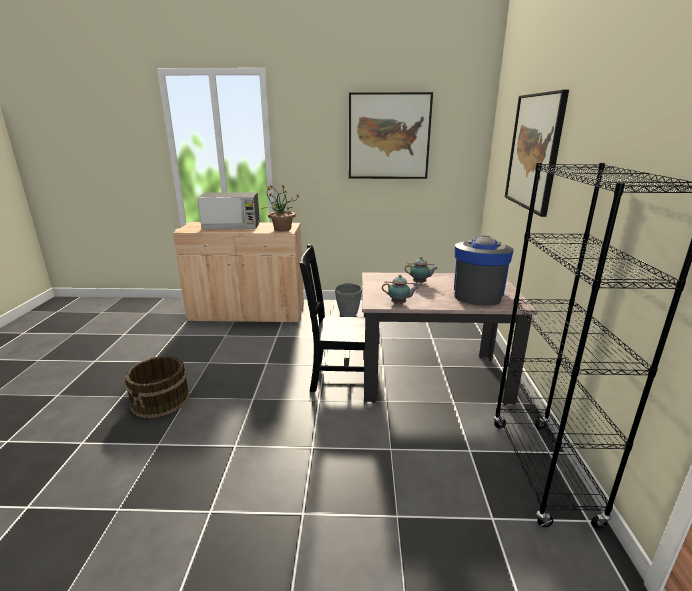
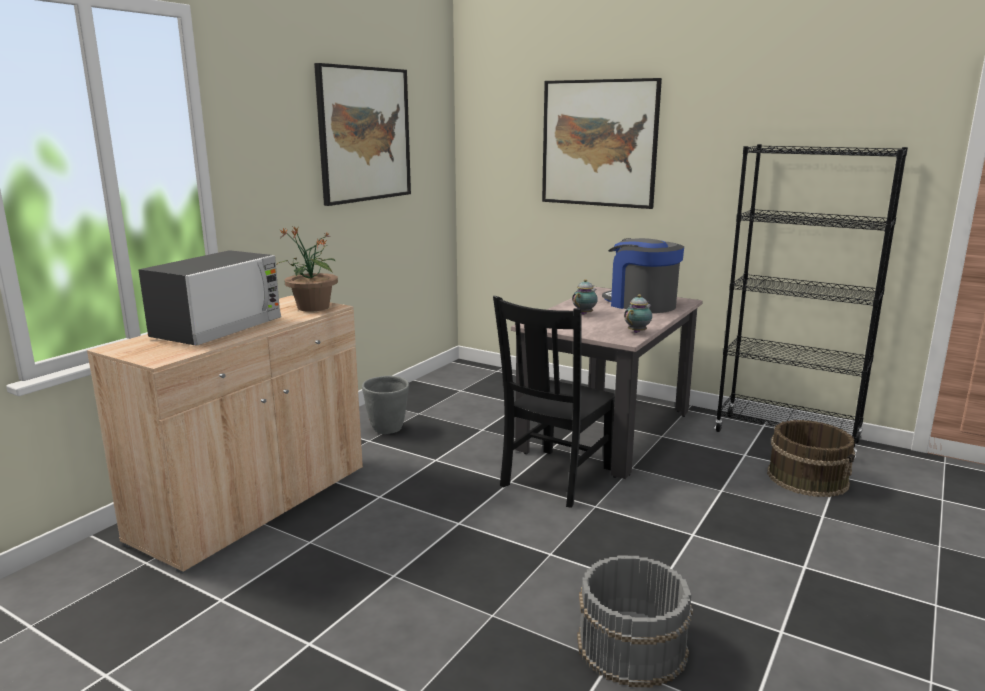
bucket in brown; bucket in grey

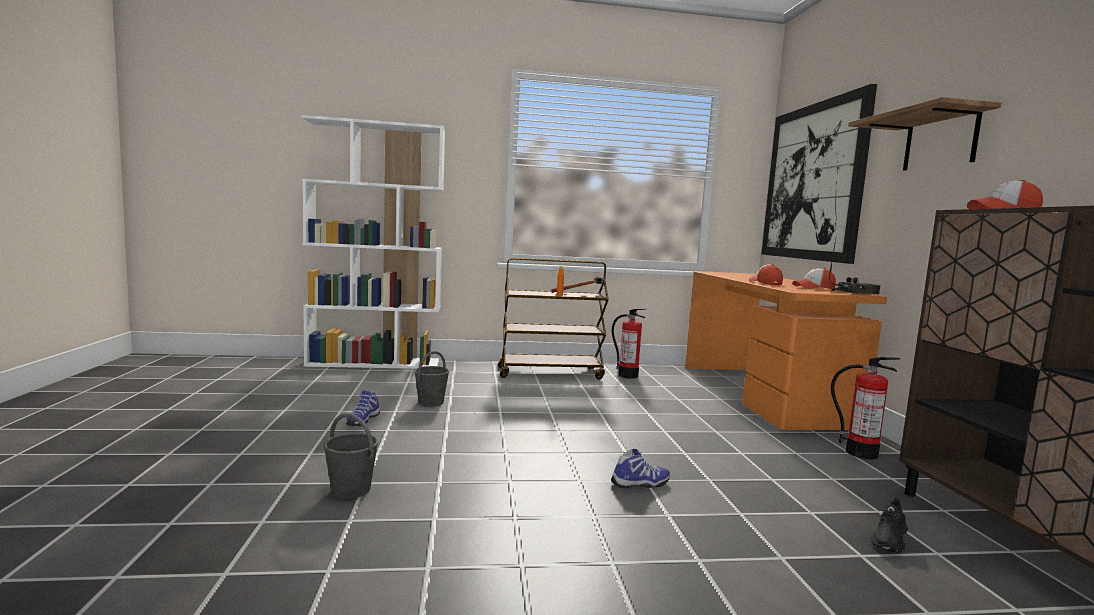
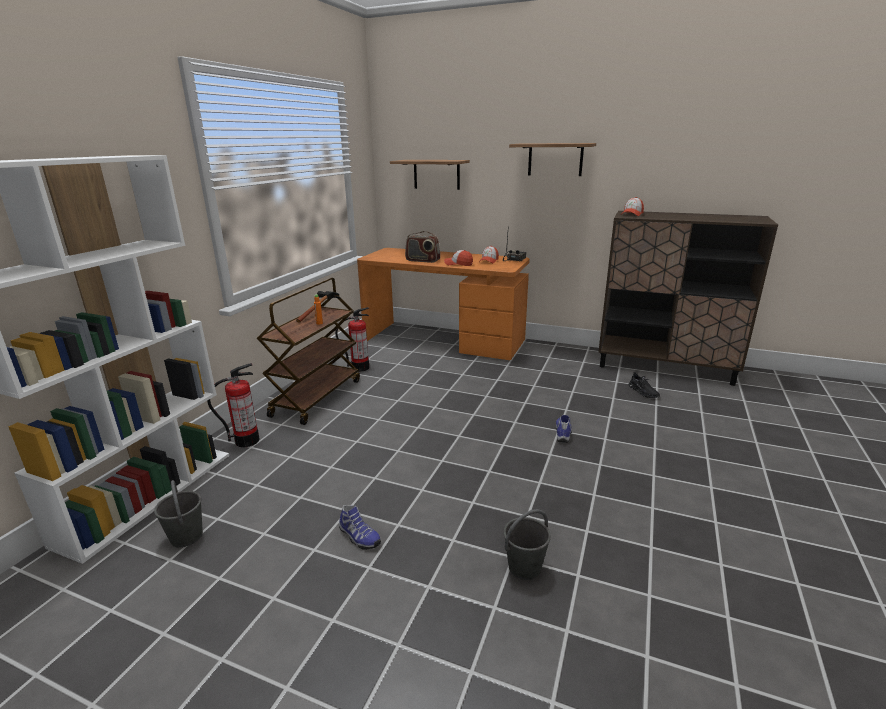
bucket in grey (1st from left); shelf (1st from left); fire extinguisher (1st from left); radio (1st from left)

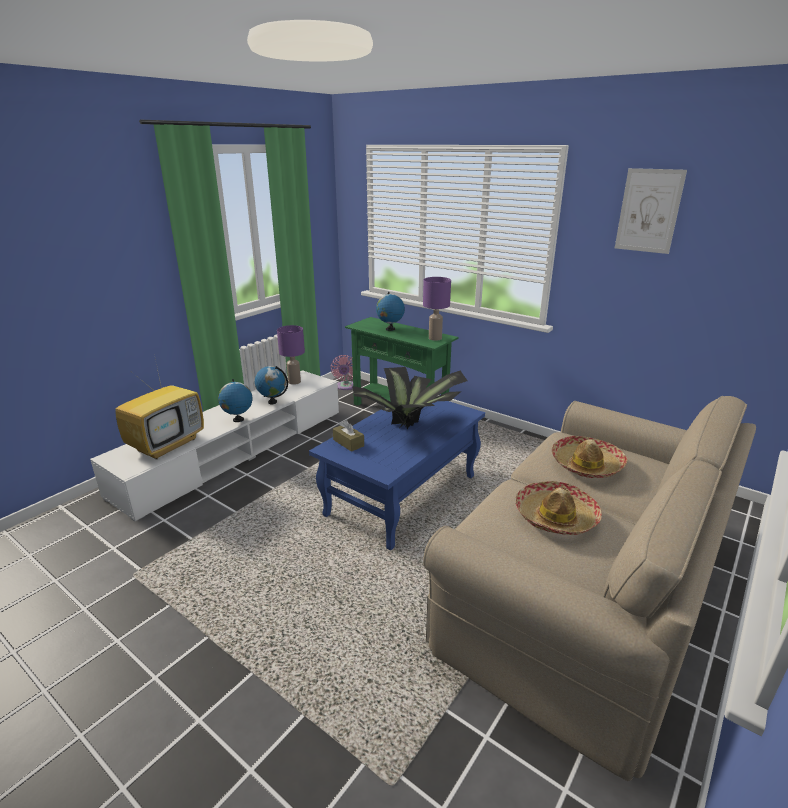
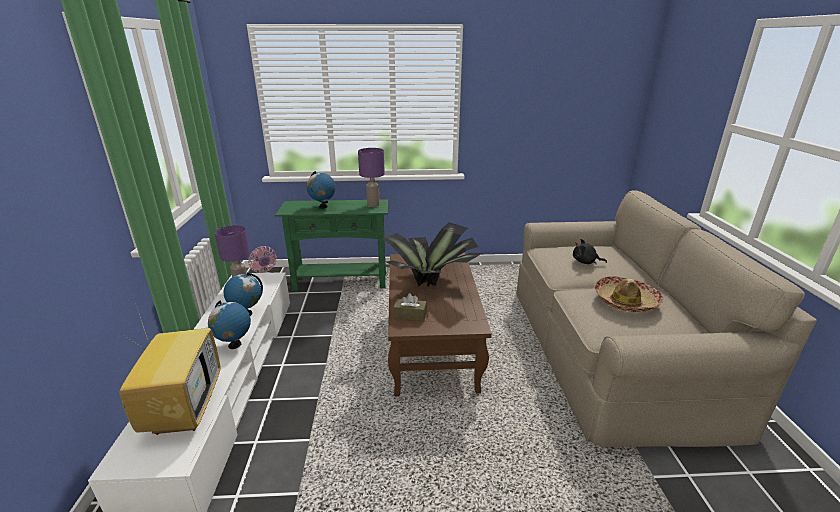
coffee table in brown; plush toy in black; picture

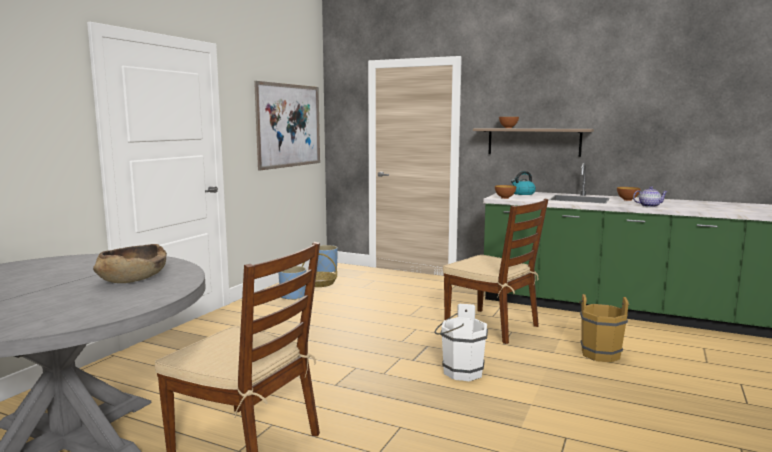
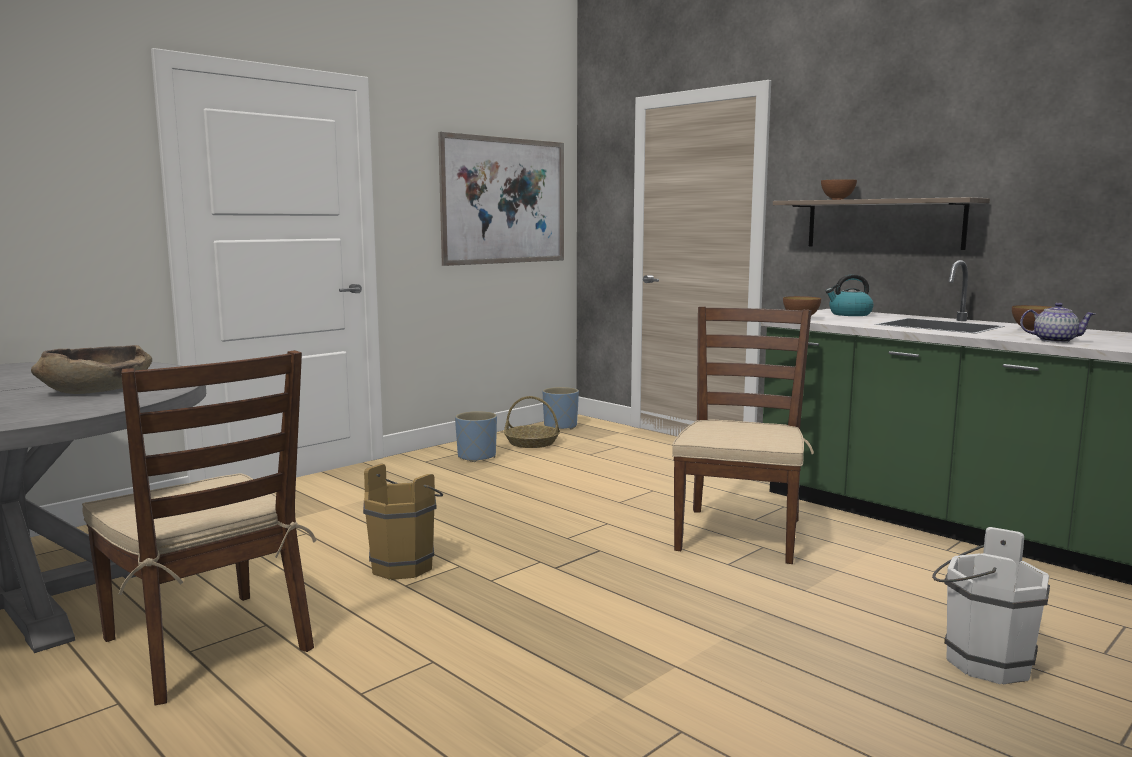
bucket in white; chair in brown (2nd from left); bucket in brown

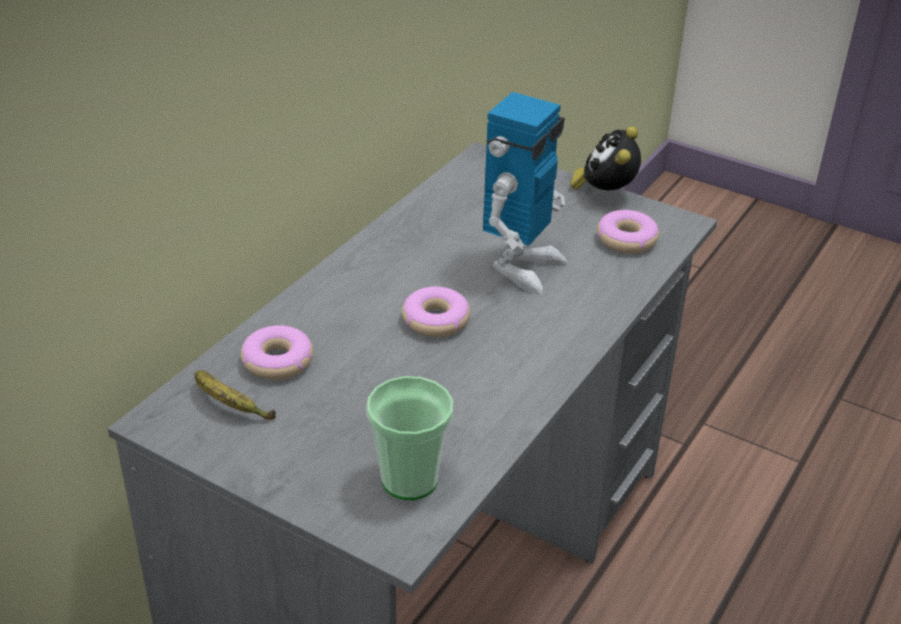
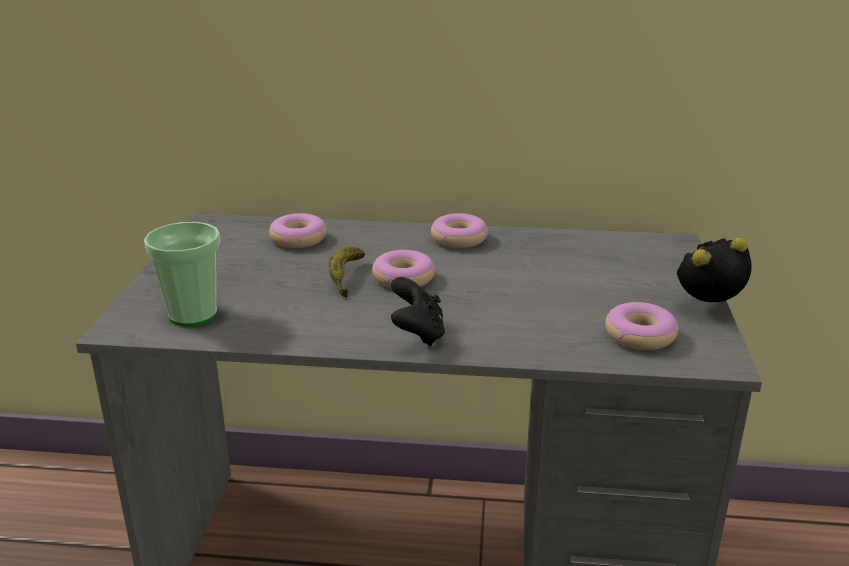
banana; toy robot; game controller in black; donut (3rd from left)

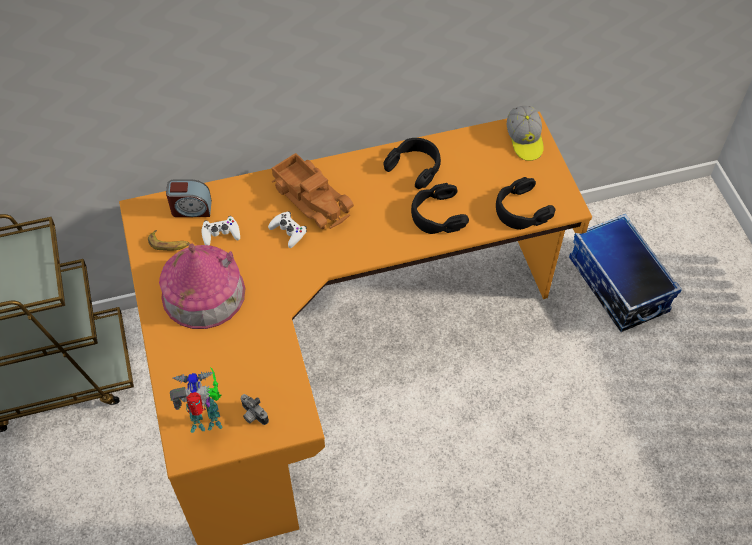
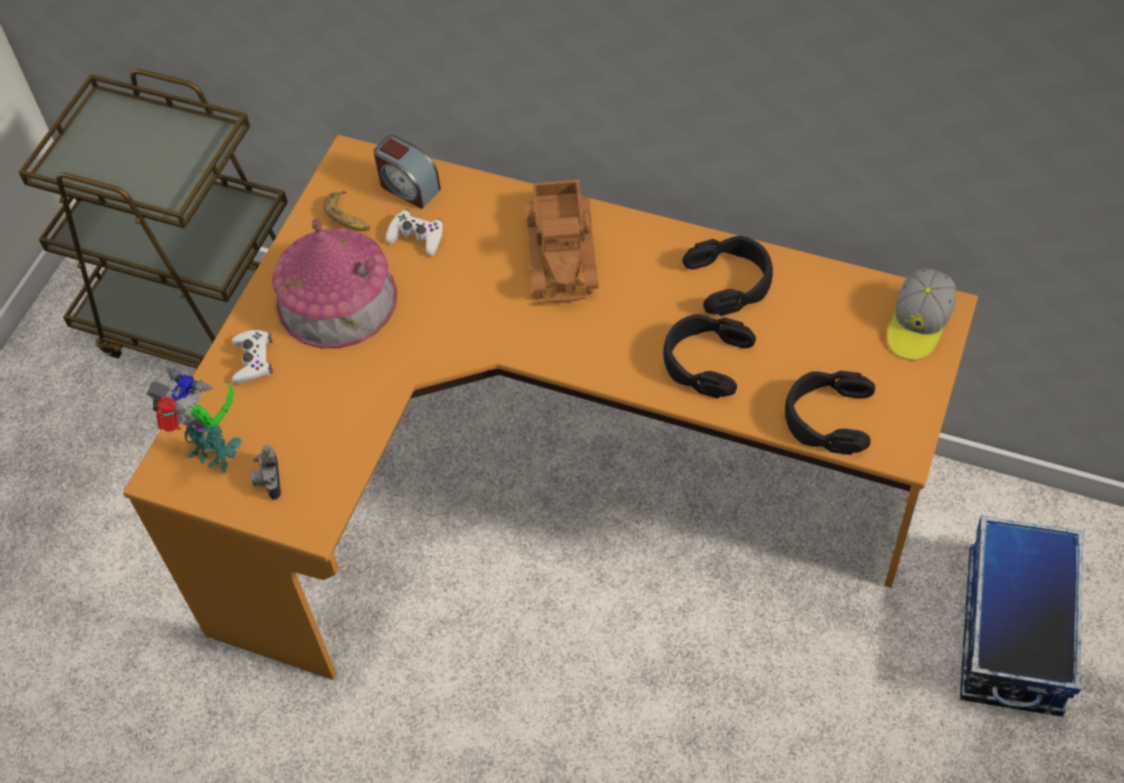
game controller in white (1st from left)

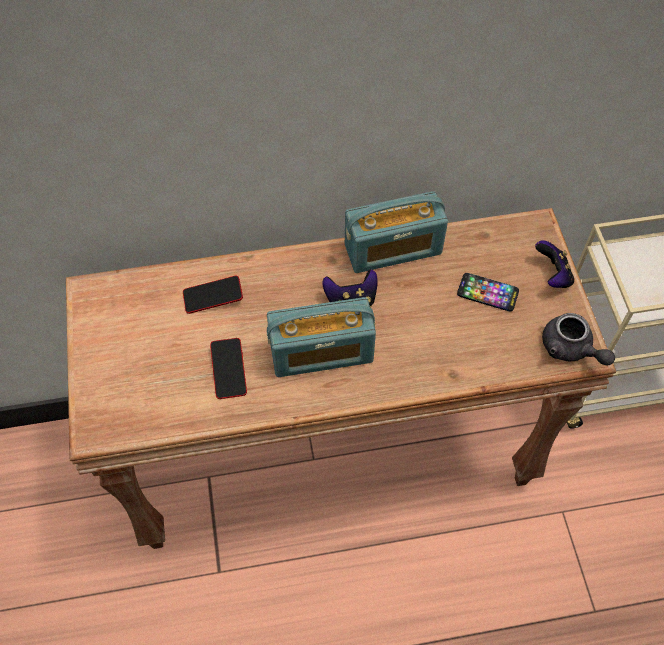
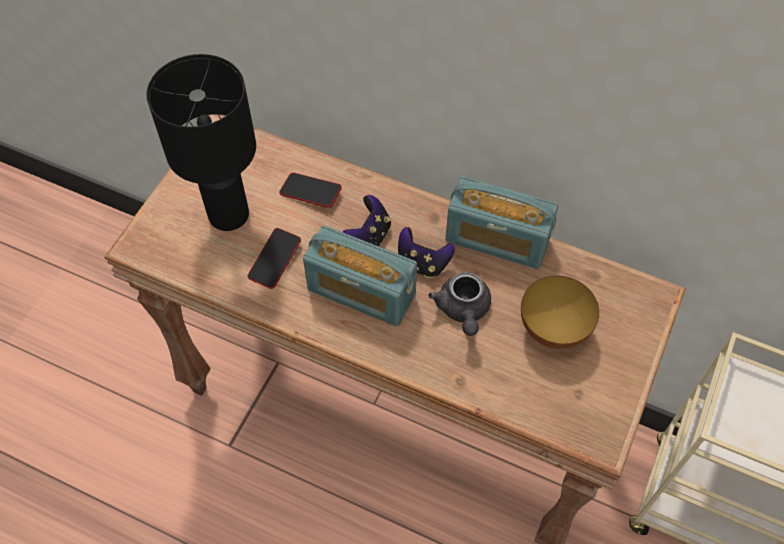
bowl; game controller (1st from left); teapot in grey; table lamp in black

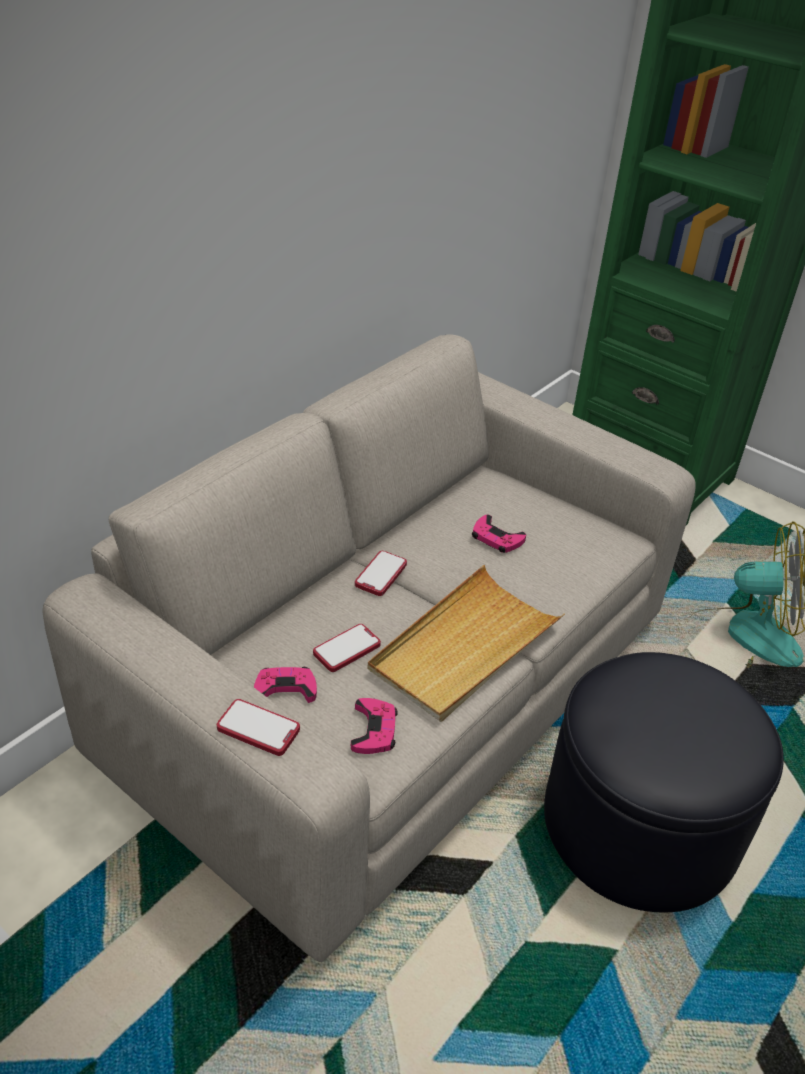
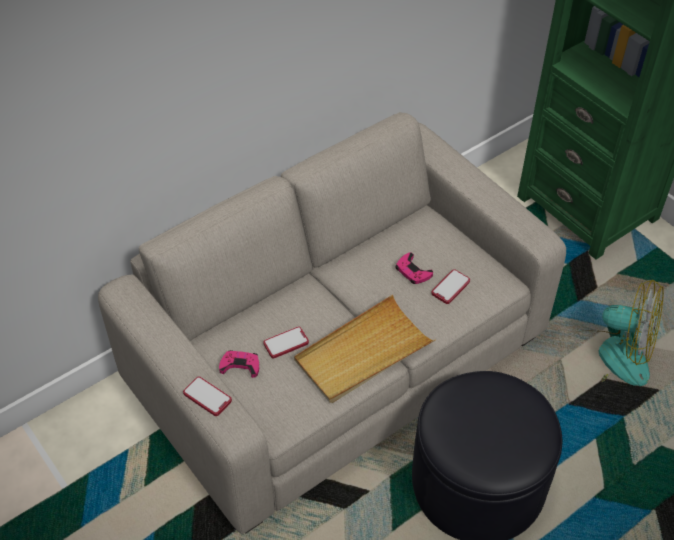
game controller in pink (2nd from left in the first image); phone (3rd from left)

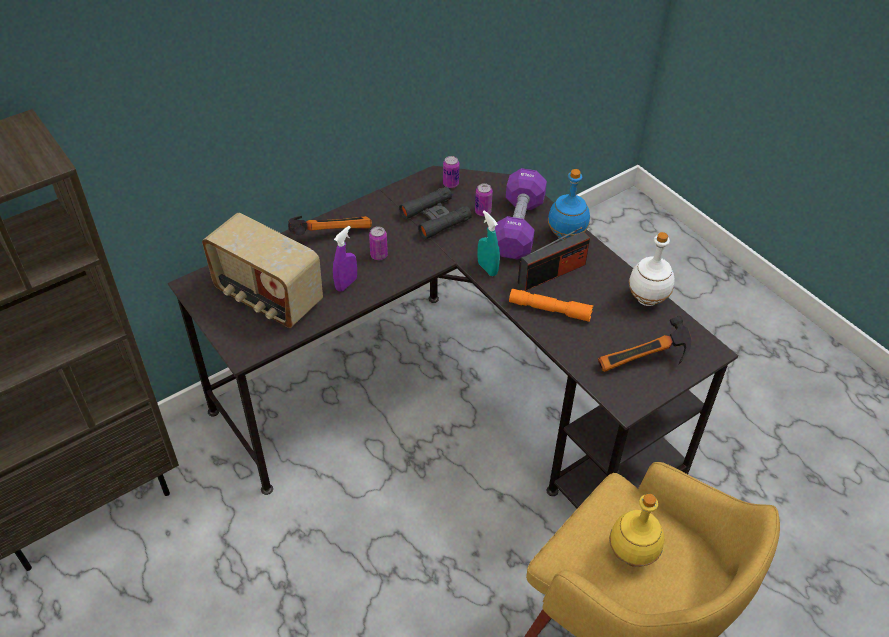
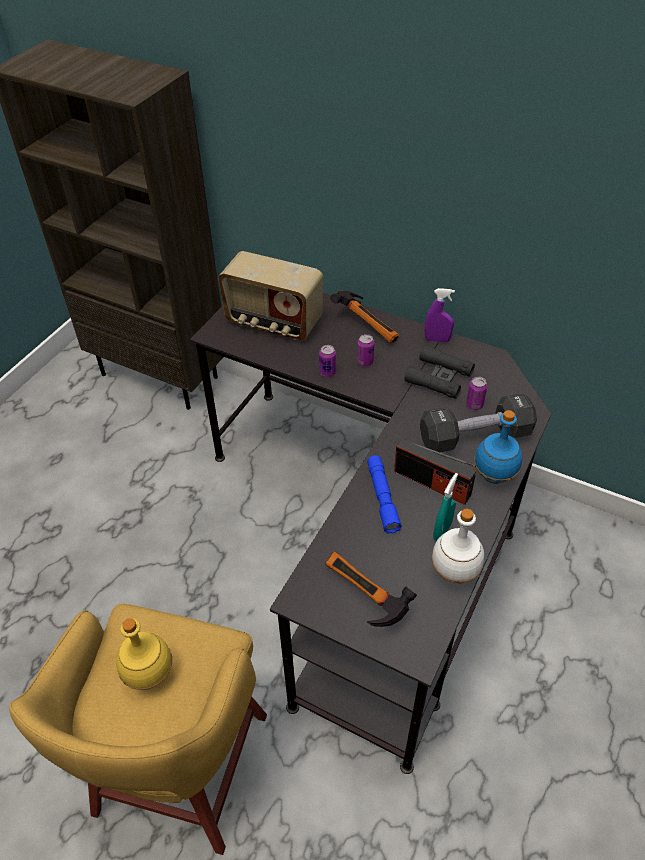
radio (1st from left); spray bottle in purple; can (1st from left); spray bottle in turquoise; dumbbell in black; flashlight in blue

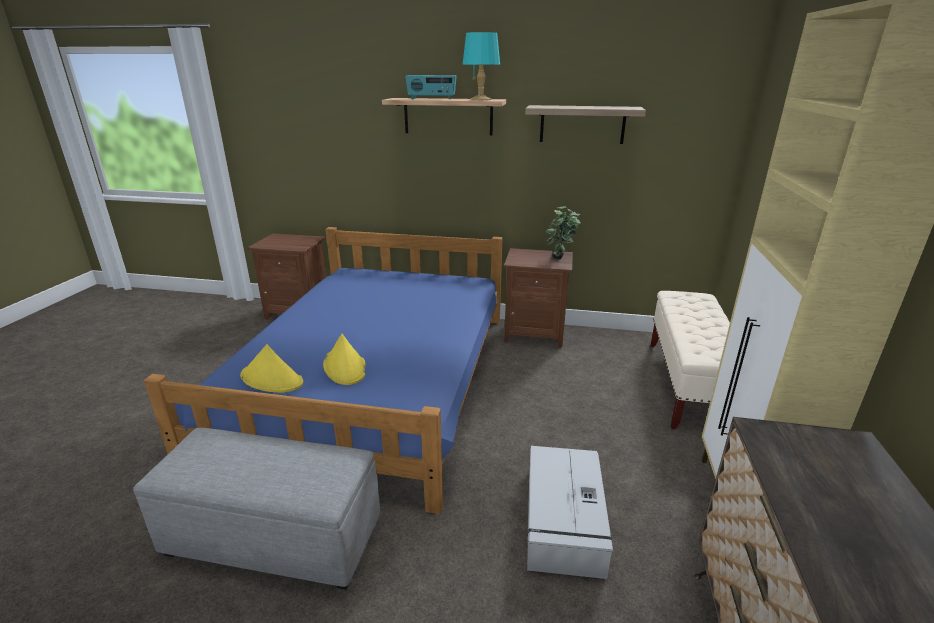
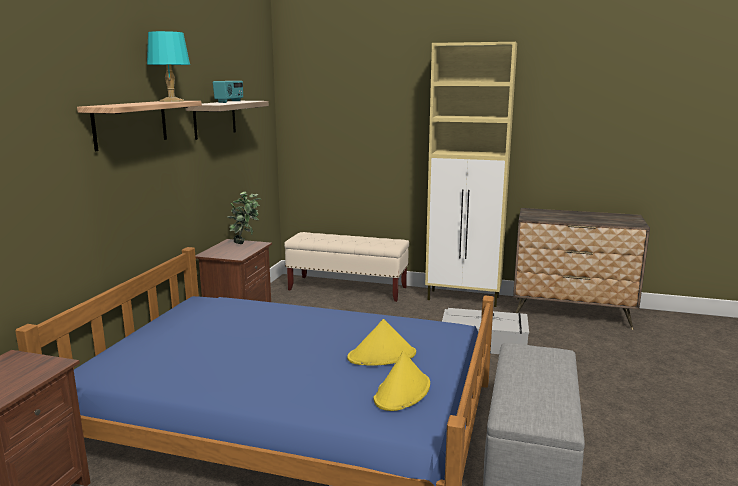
radio

